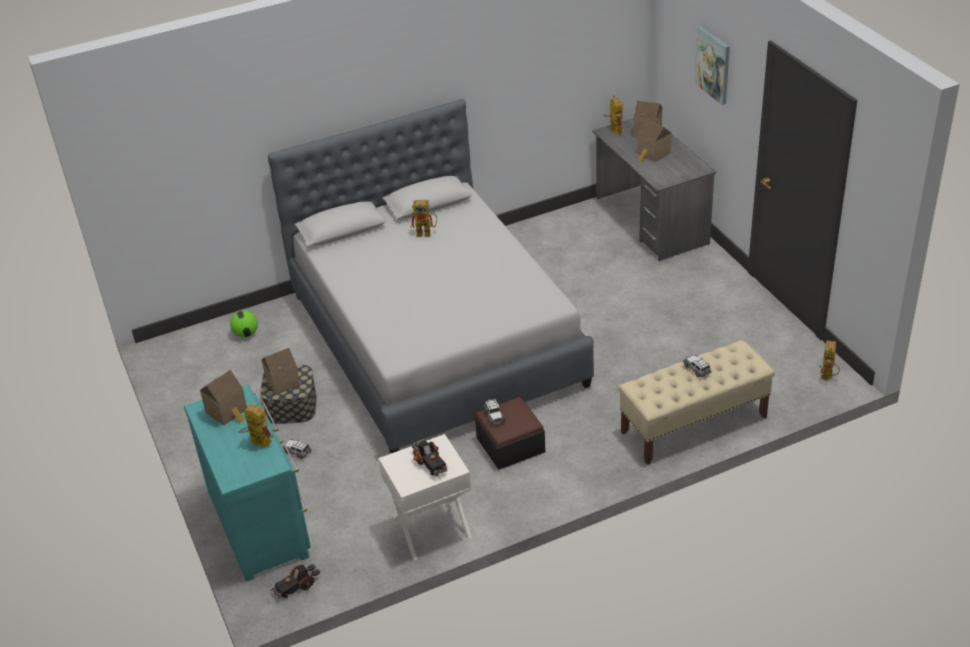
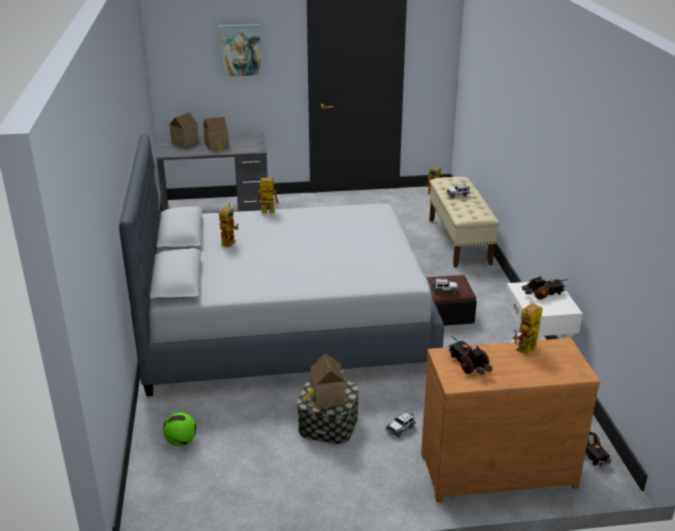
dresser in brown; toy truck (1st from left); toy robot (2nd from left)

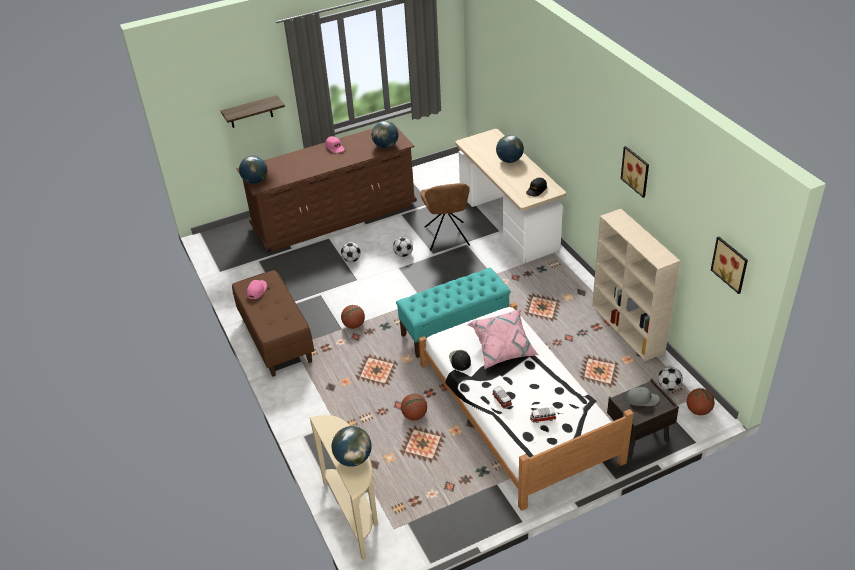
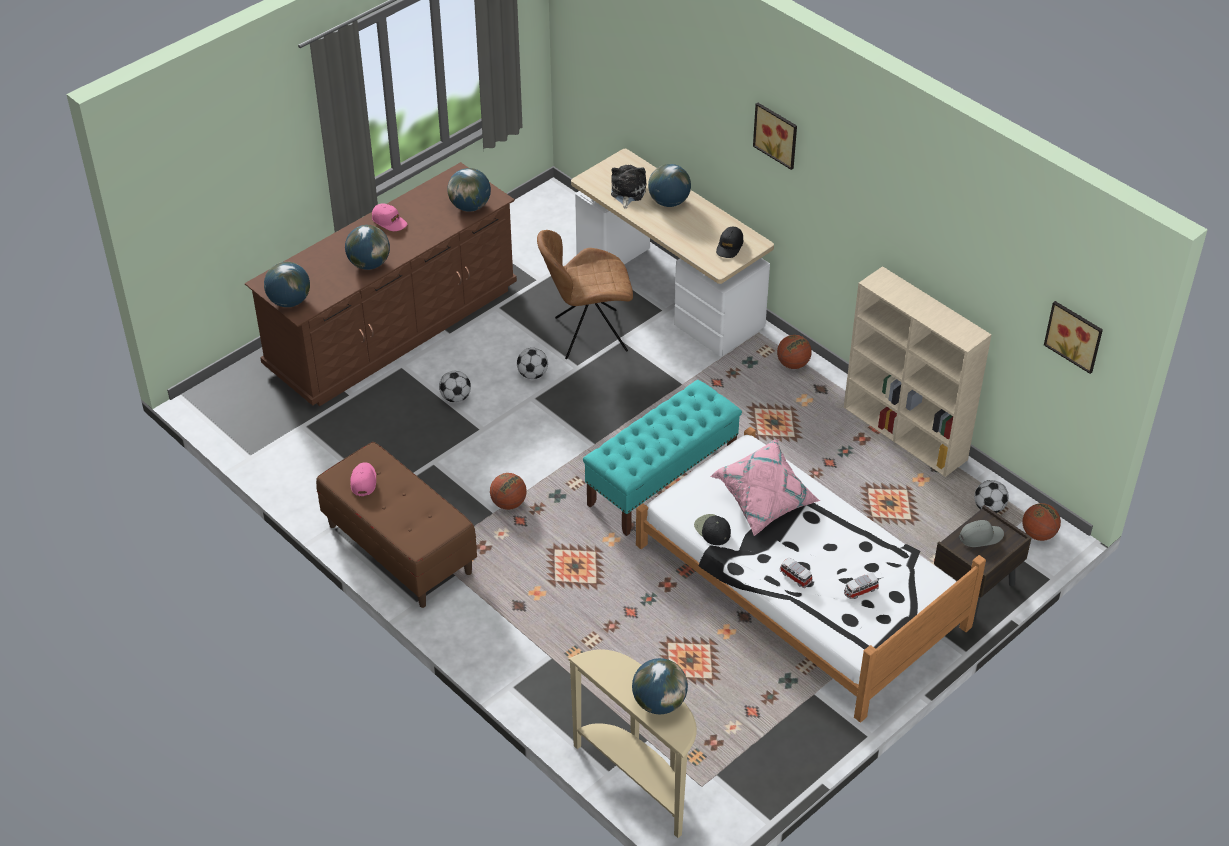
shelf; basketball (2nd from left); chair in brown; picture (1st from left); globe (2nd from left); plush toy

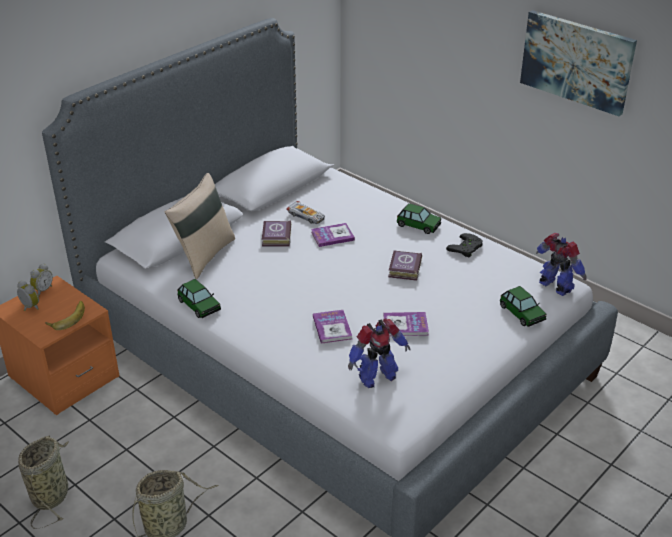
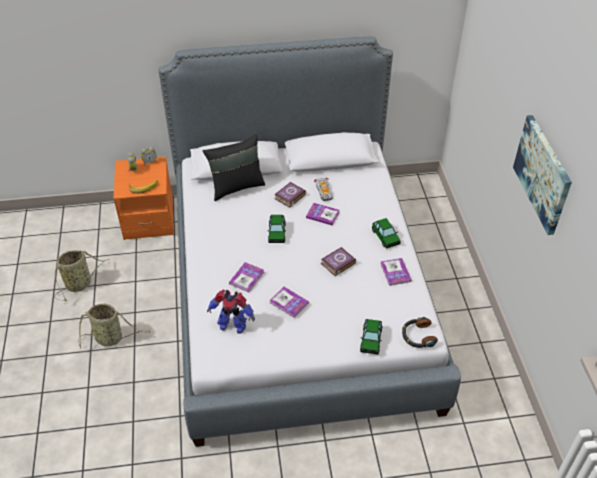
pillow in black; toy car (1st from left); book (6th from left); headphones

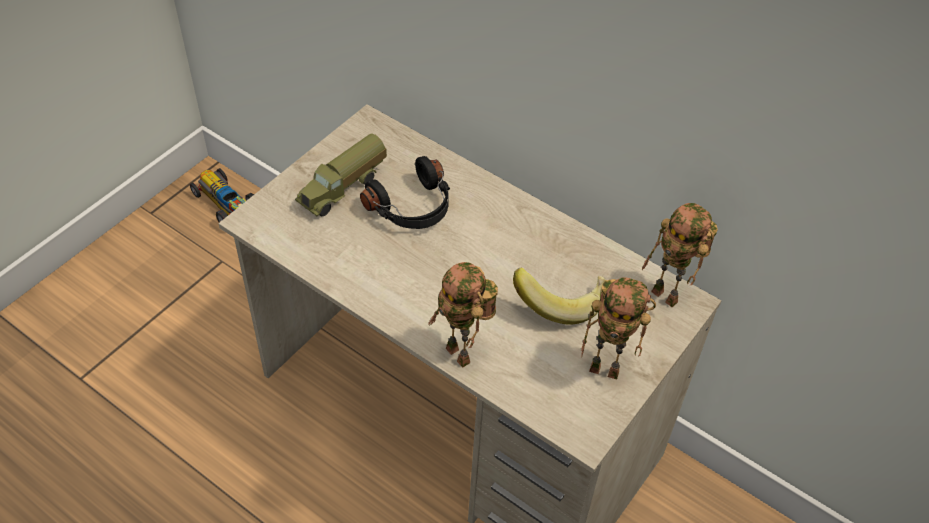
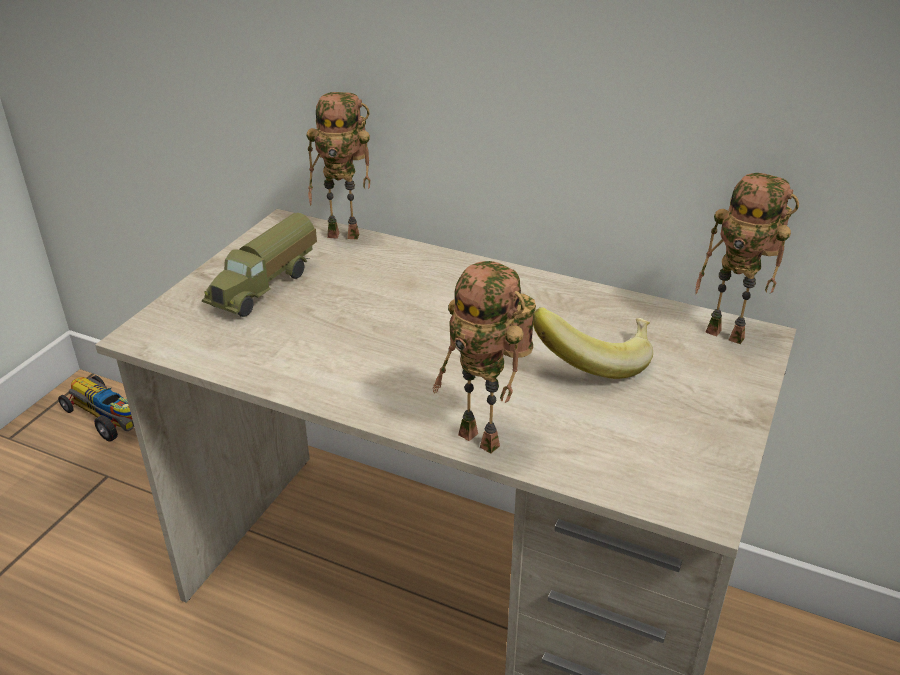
headphones in black; toy robot (1st from left)

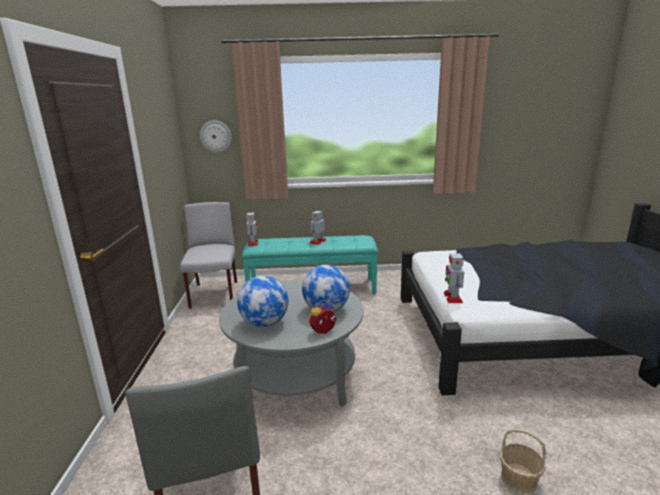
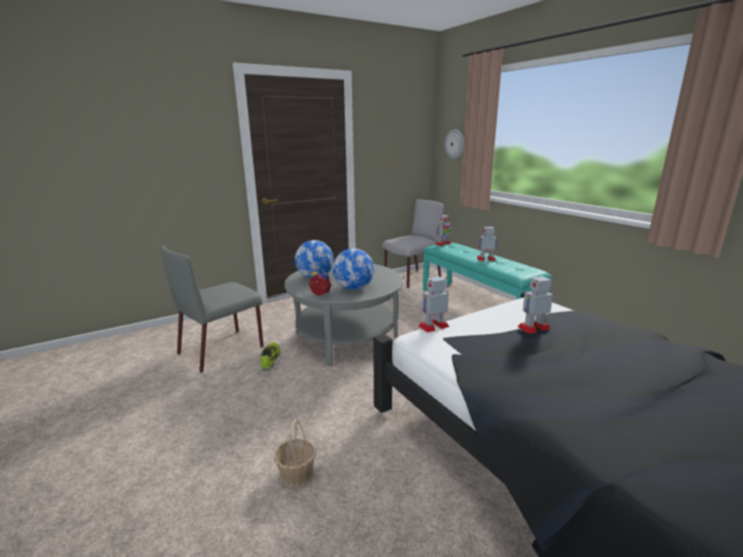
shoe; toy robot (4th from left)

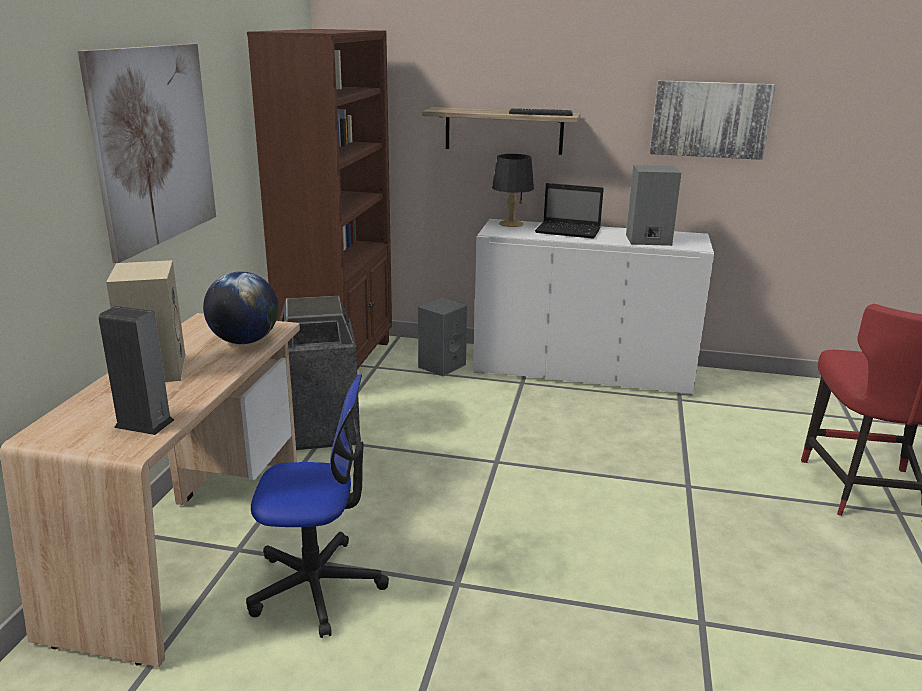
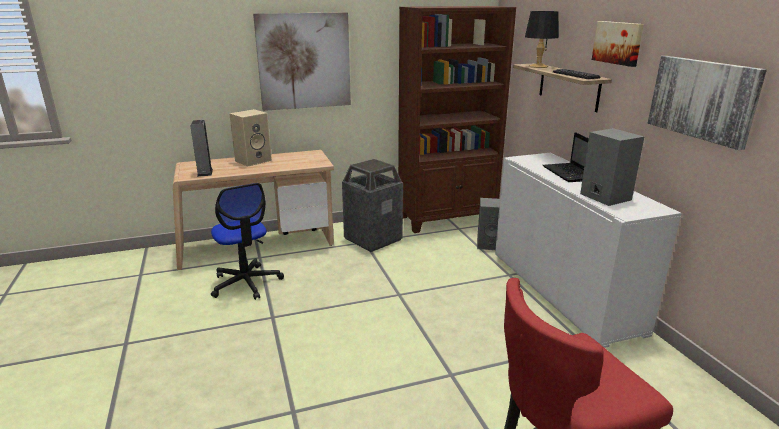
globe; table lamp in black; picture (2nd from left)

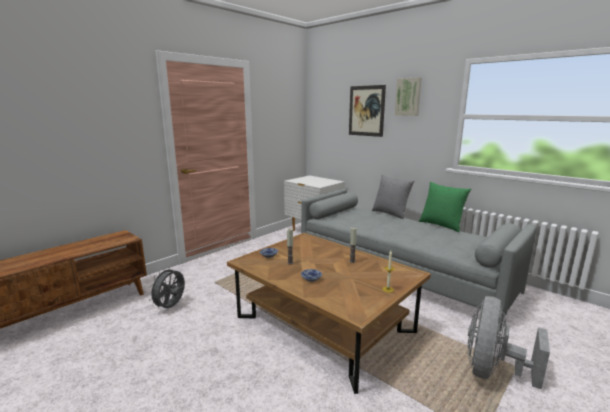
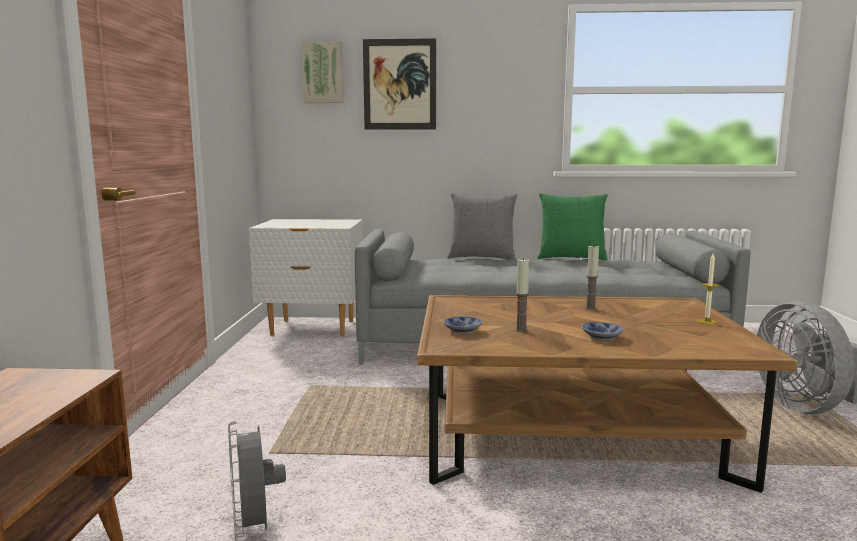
picture (1st from left)

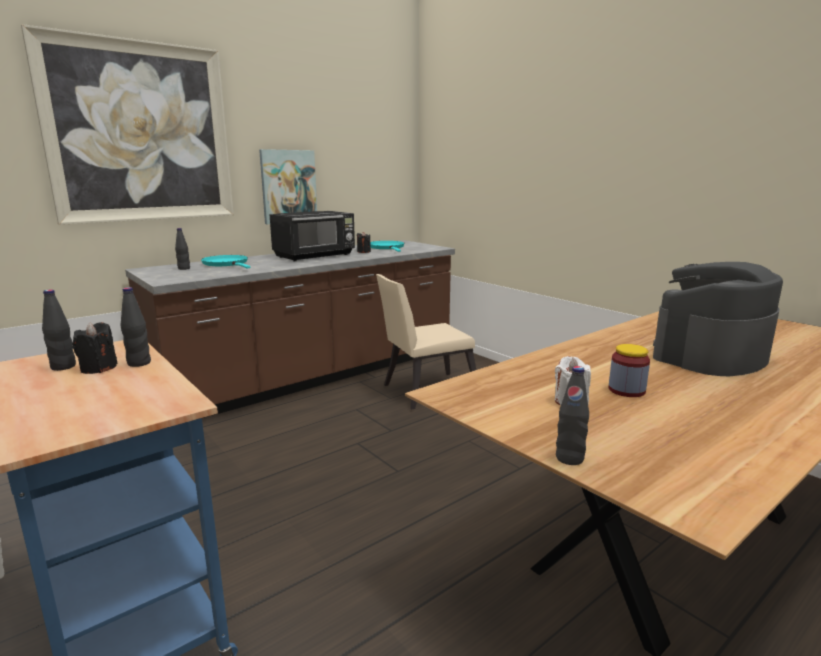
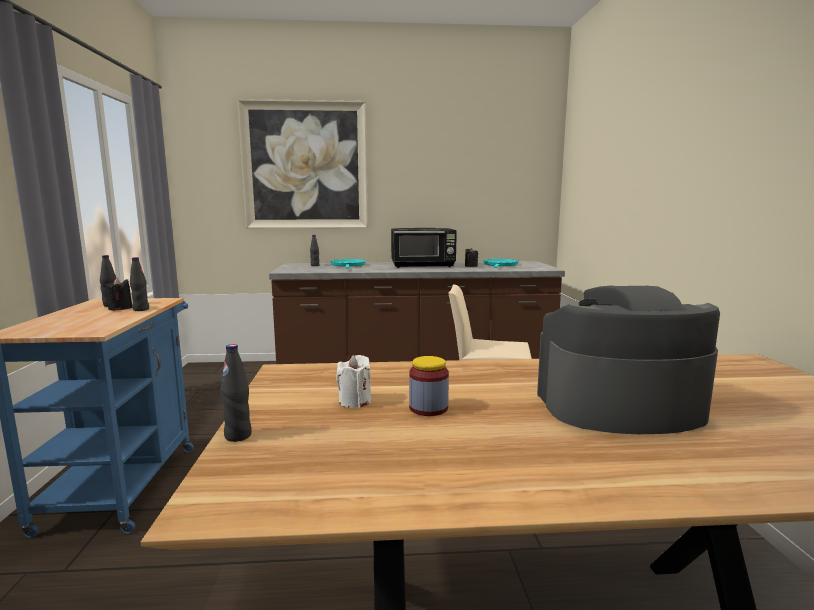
picture (2nd from left in the first image)

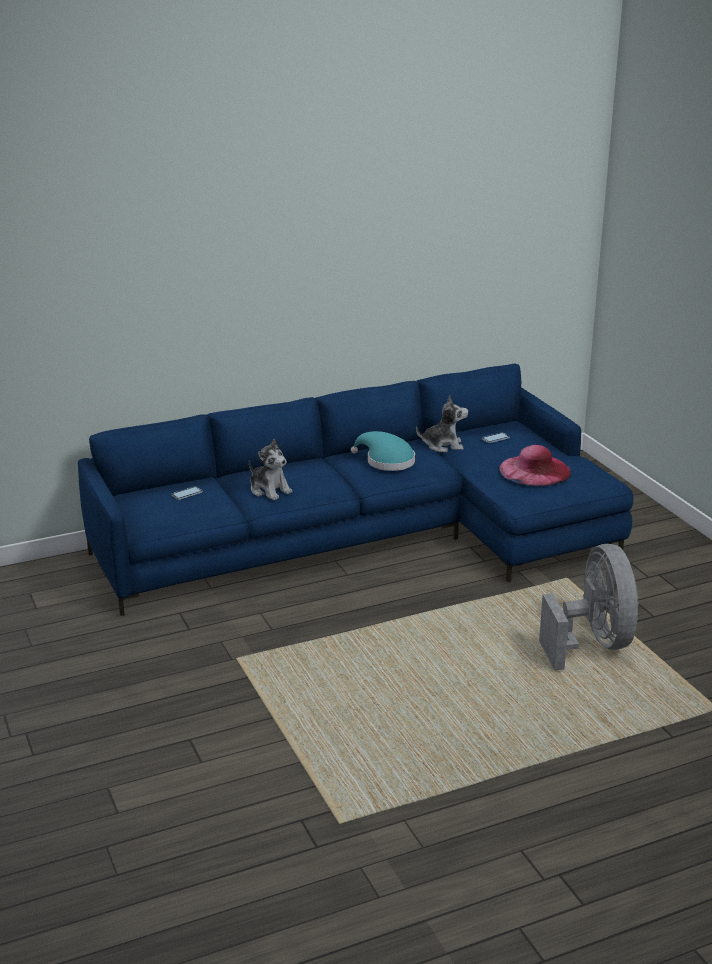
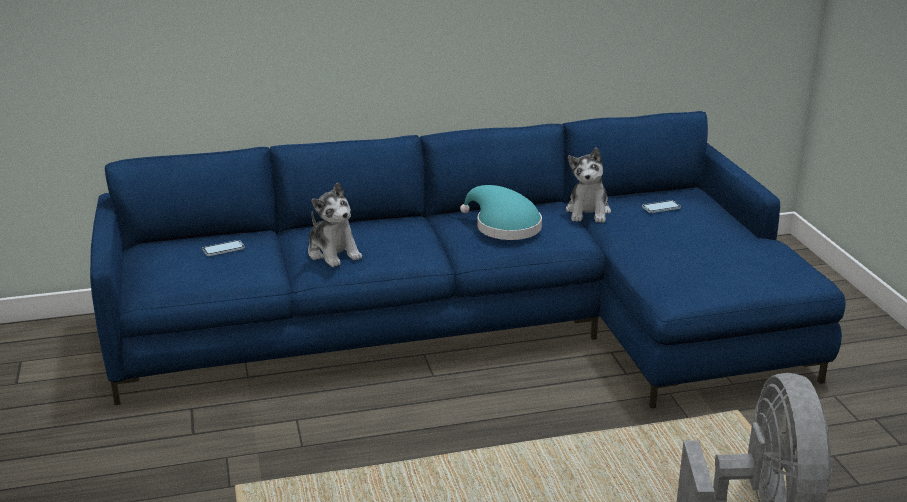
plush toy (2nd from left); hat in pink

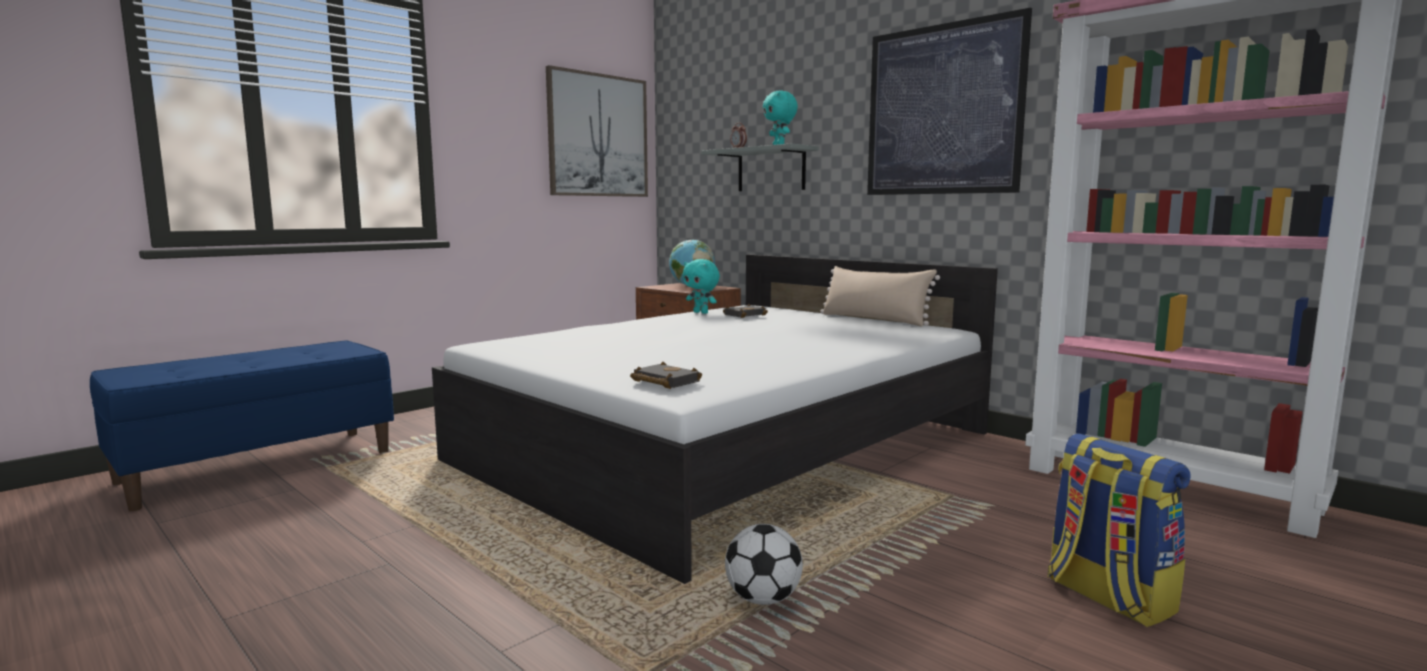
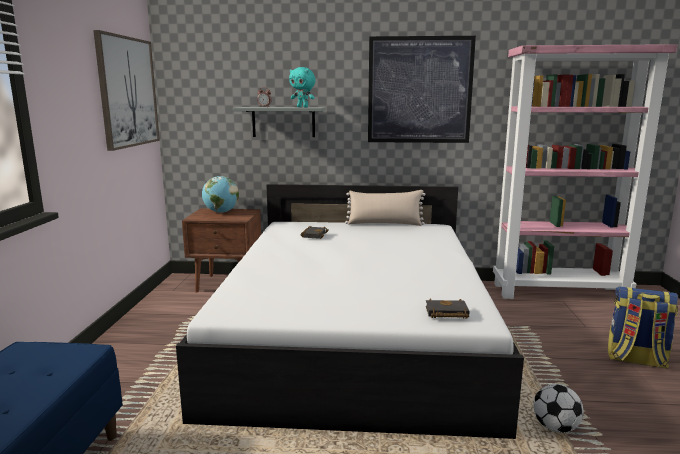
plush toy in turquoise (1st from left in the first image)

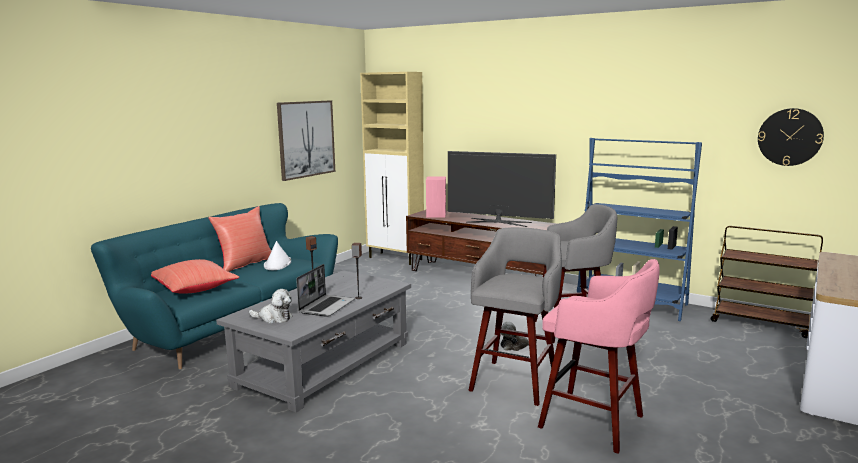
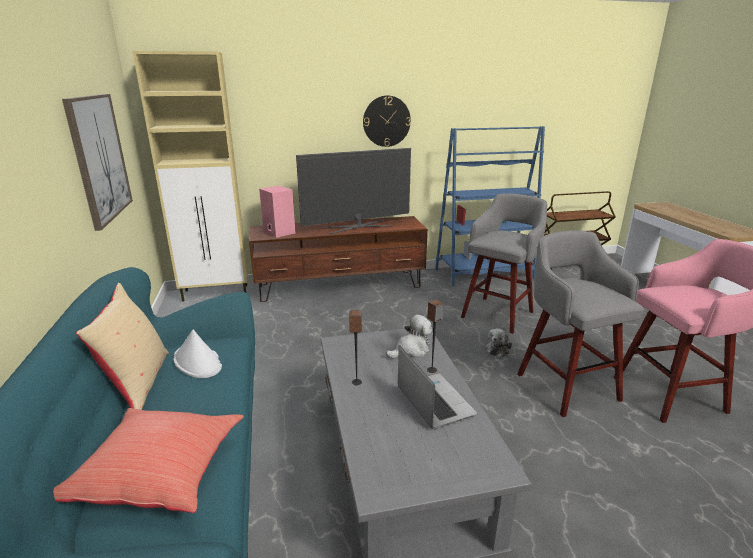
pillow in beige; plush toy (1st from left); wall clock

